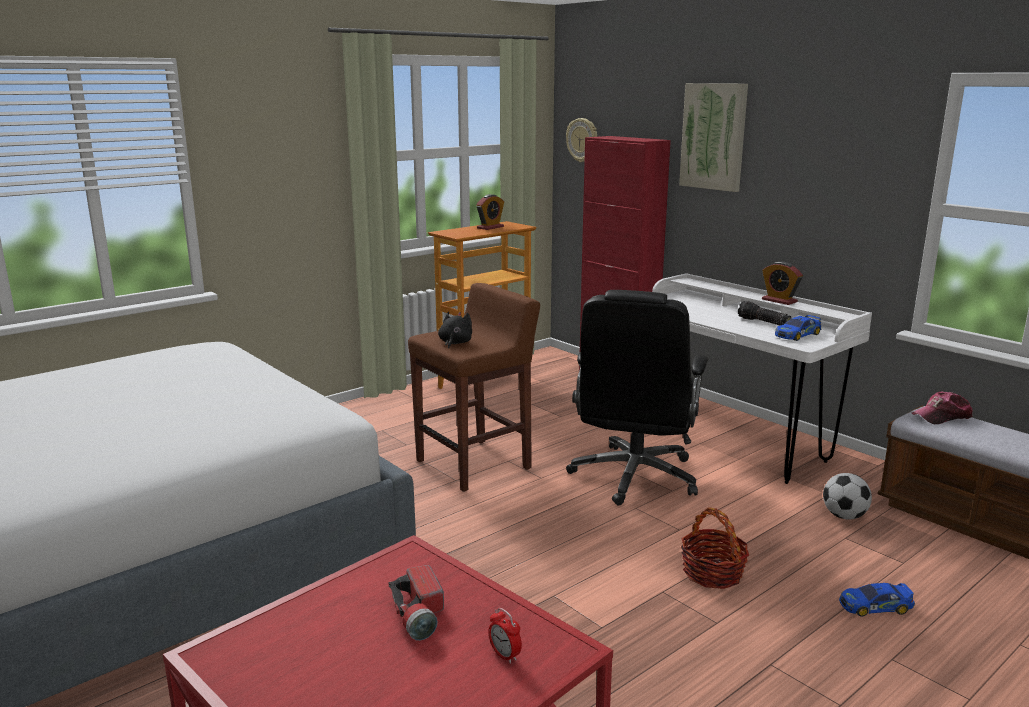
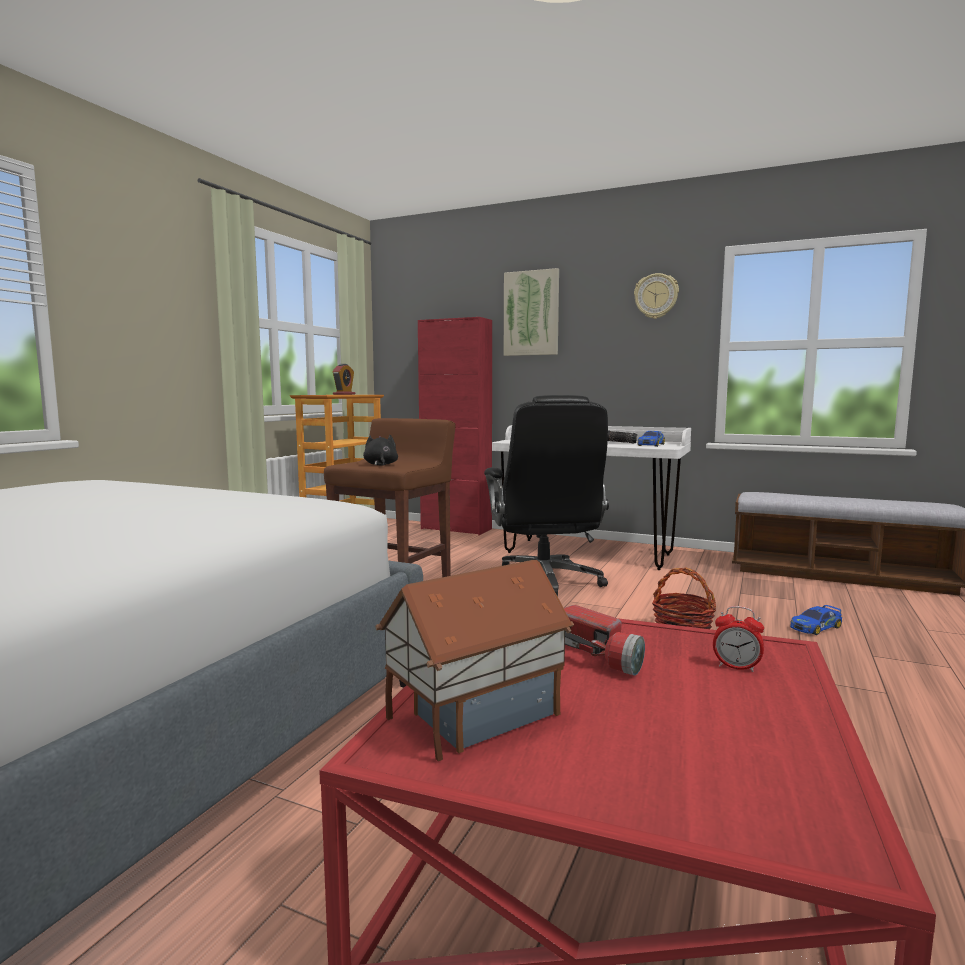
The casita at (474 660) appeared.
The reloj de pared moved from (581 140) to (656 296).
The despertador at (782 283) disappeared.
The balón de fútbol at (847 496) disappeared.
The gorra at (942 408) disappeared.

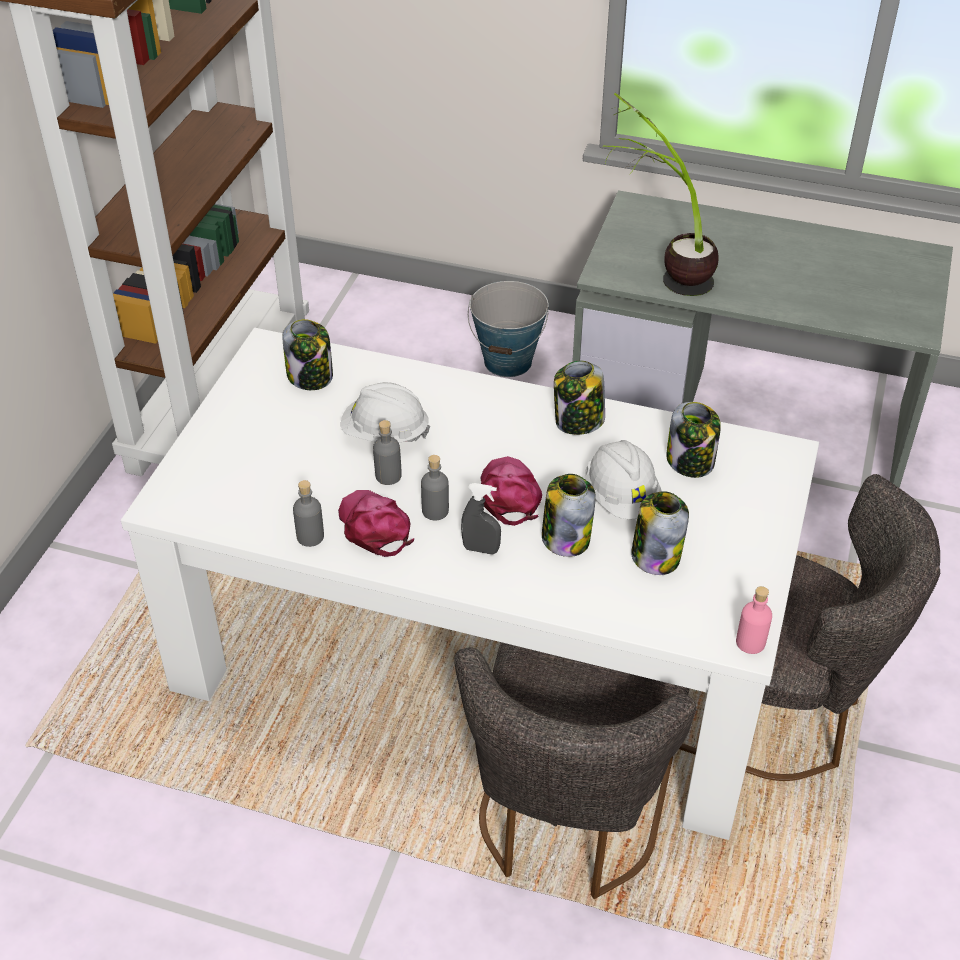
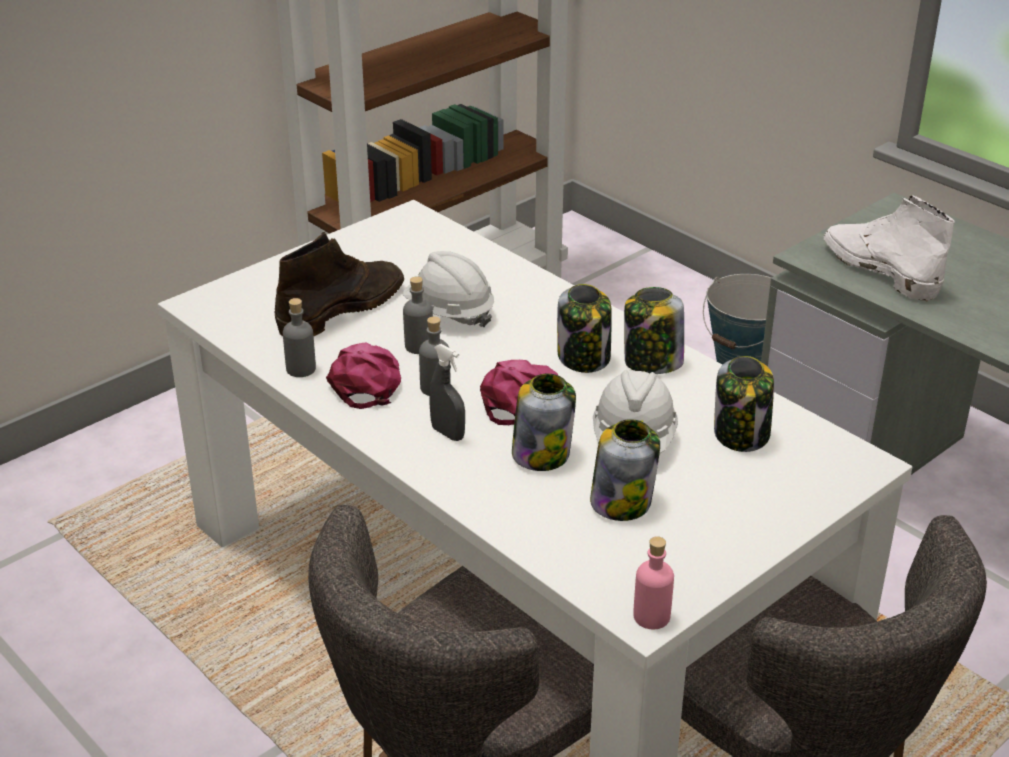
The bota [marrón] at (339 284) appeared.
The tarro moved from (308 354) to (584 328).
The planta en maceta at (661 194) was replaced by the bota [blanco] at (889 249).

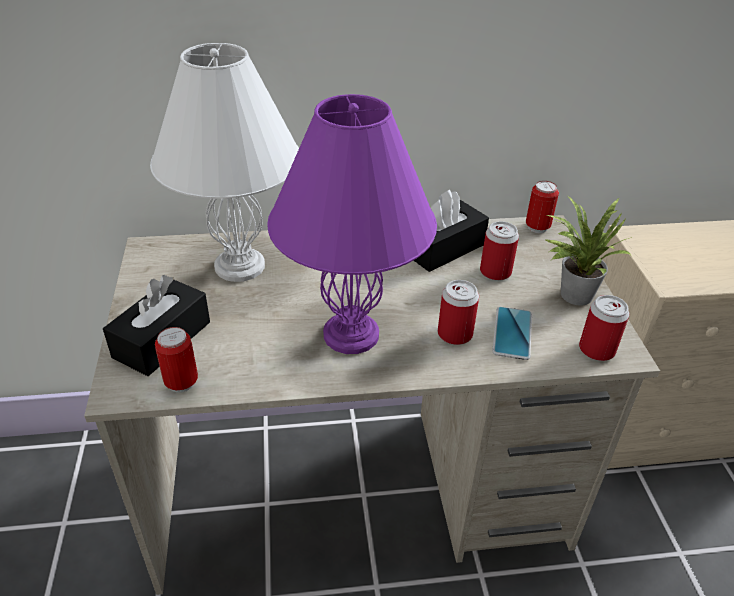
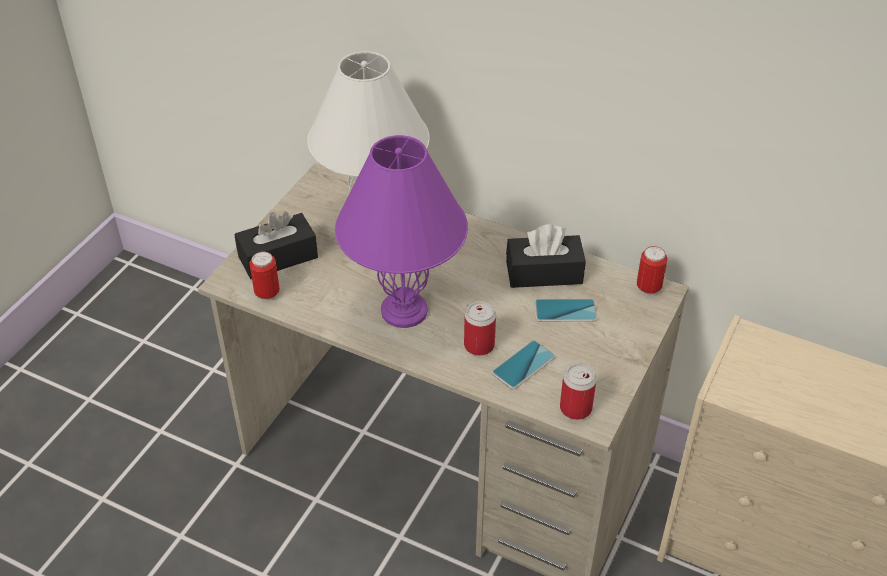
The lata at (499 251) was replaced by the móvil at (566 310).
The planta en maceta at (589 251) disappeared.

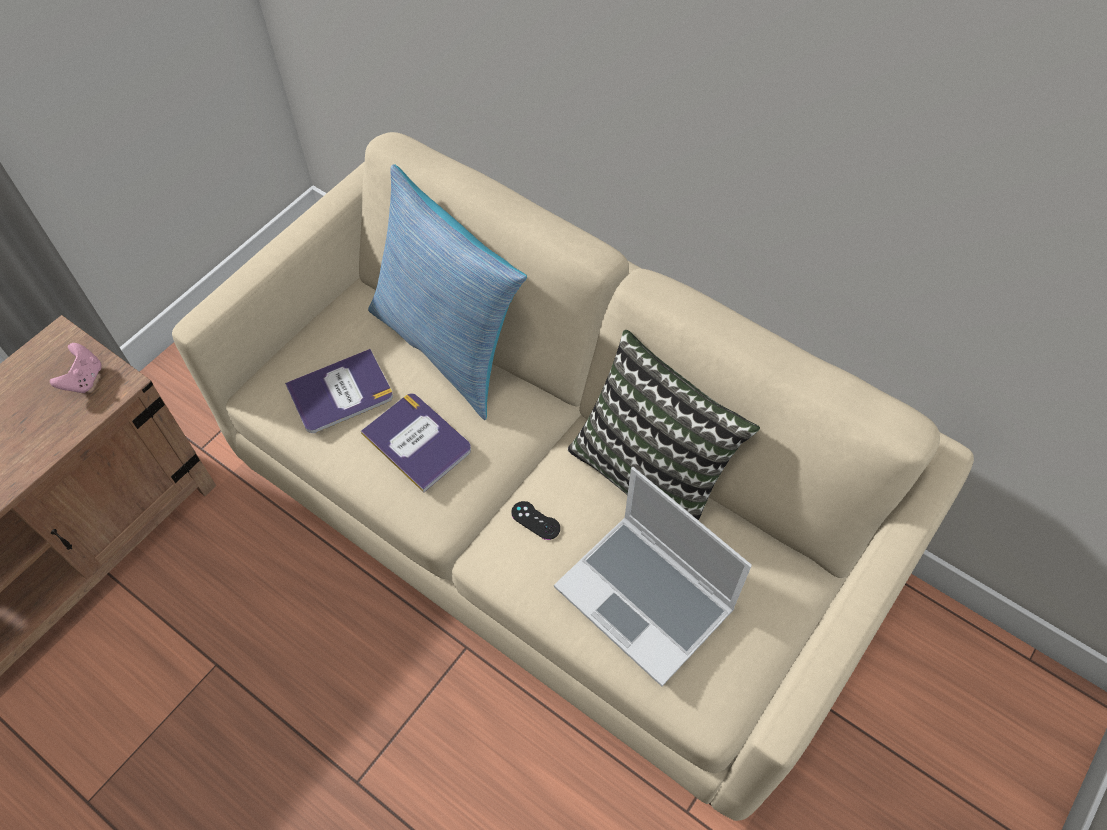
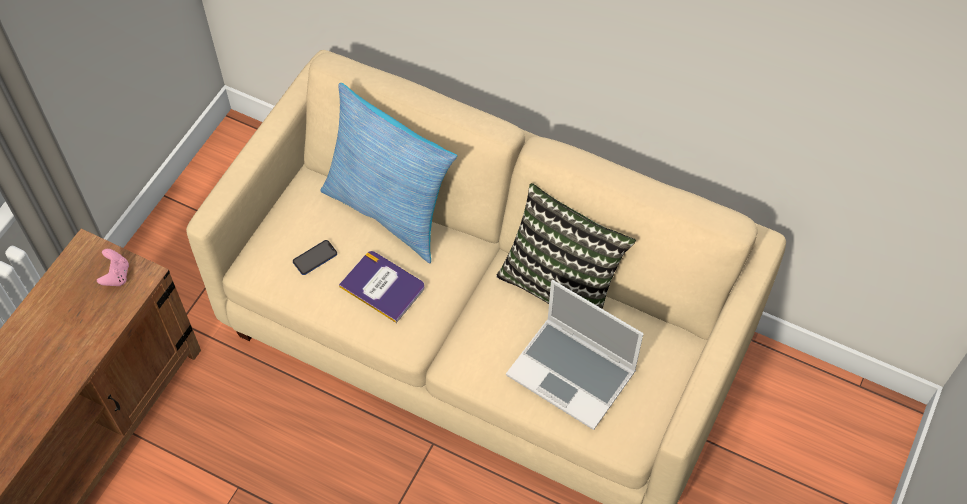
The libro at (339 391) was replaced by the móvil at (315 257).
The mando de consola [negro] at (535 520) disappeared.

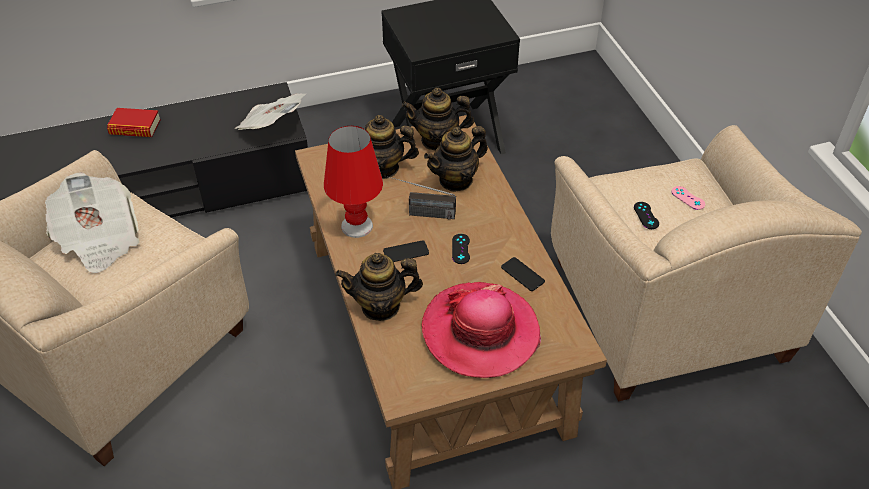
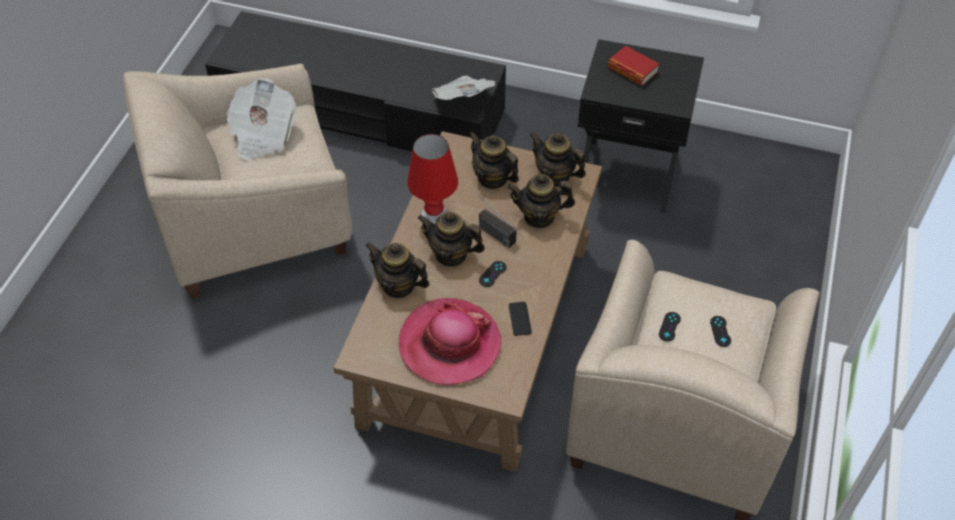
The móvil at (406 251) was replaced by the tetera at (451 239).
The libro moved from (134 122) to (633 66).
The mando de consola [rosa] at (688 198) became the mando de consola [negro] at (720 331).

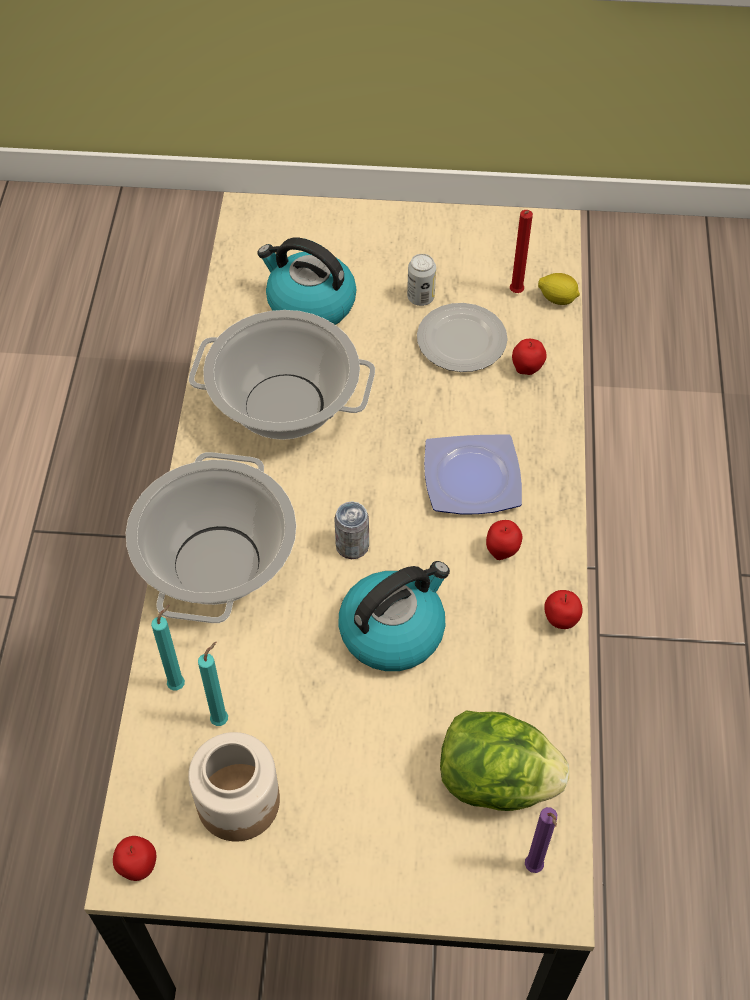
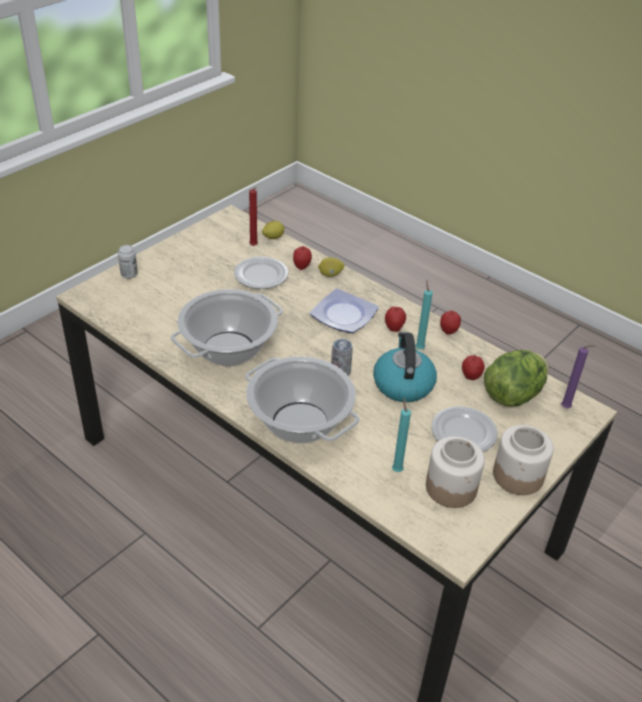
The lata moved from (421 280) to (128 262).
The limón at (331 267) appeared.
The vela [turquesa] moved from (168 647) to (424 314).
The plato at (464 429) appeared.
The manzana moved from (134 858) to (473 367).
The tarro at (523 460) appeared.
The hervidor at (307 281) disappeared.

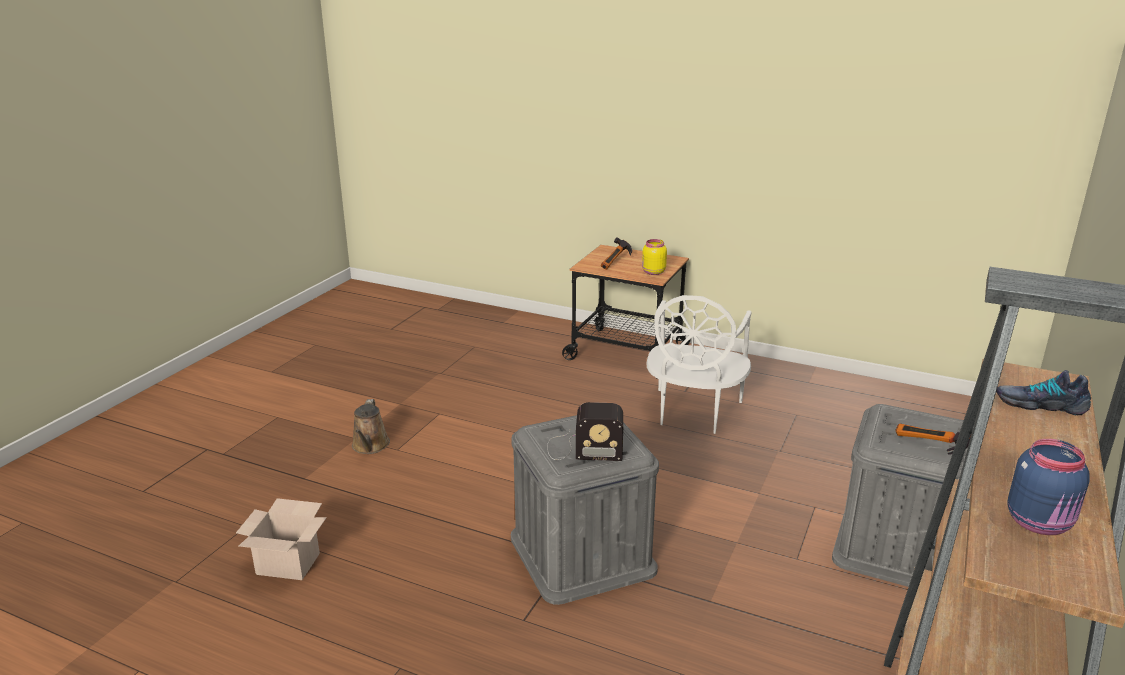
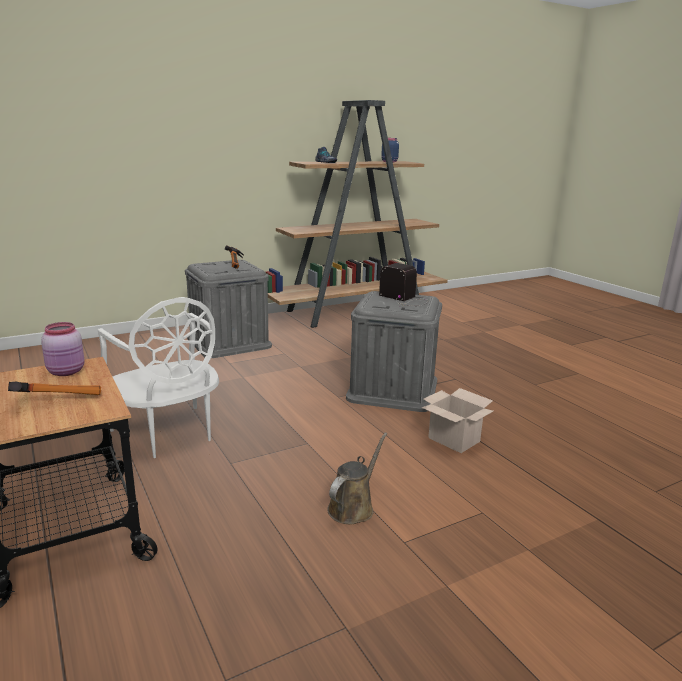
The tarro [amarillo] at (654 257) became the tarro [rosa] at (62 349).
The silla [blanco] at (699 364) turned 90 degrees clockwise.
The regadera [marrón] moved from (371 426) to (357 478).
The caja de cartón moved from (281 539) to (457 420).

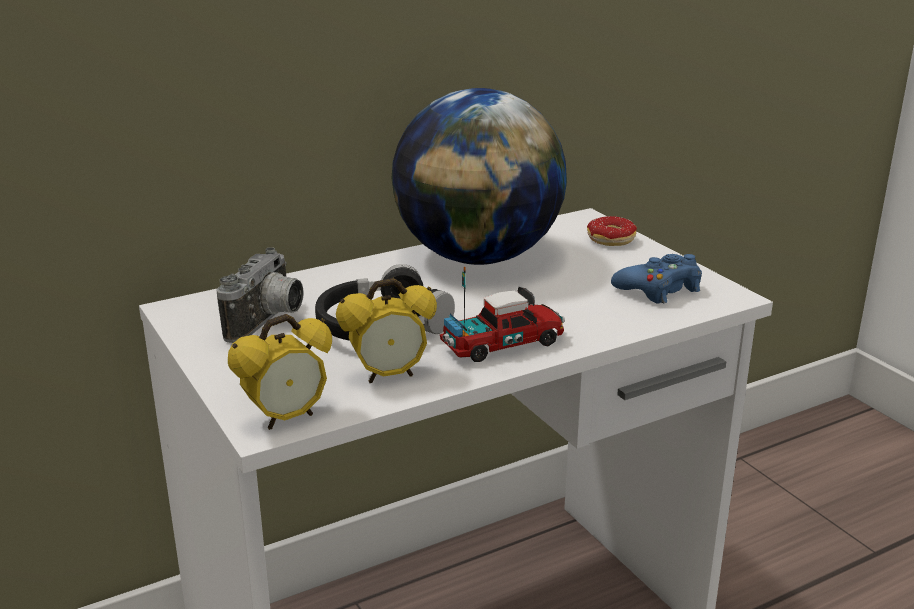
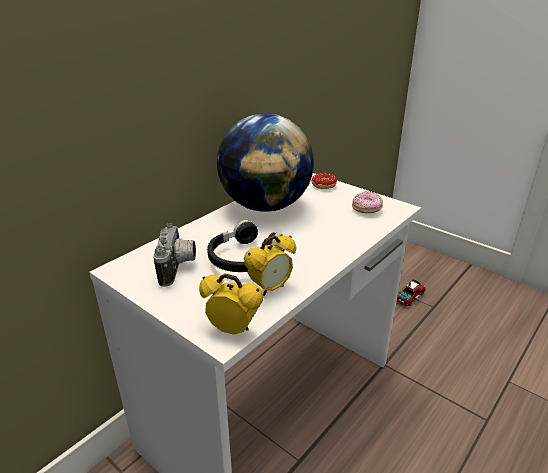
The despertador at (280 372) turned 105 degrees counterclockwise.
The mando de consola [azul] at (656 279) was replaced by the rosquilla at (367 202).
The camión de juguete moved from (502 314) to (411 292).

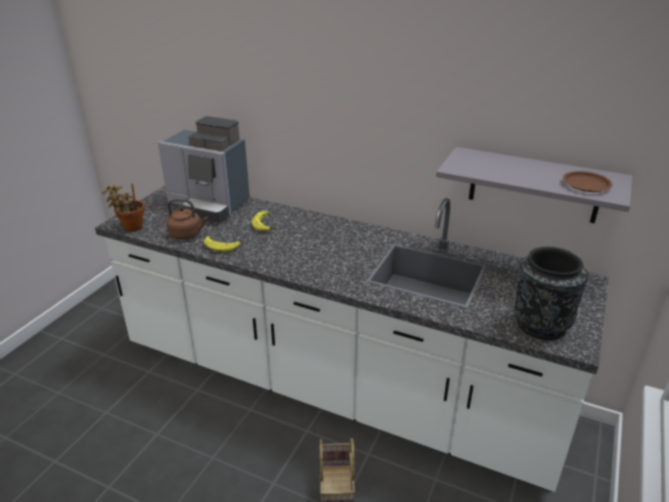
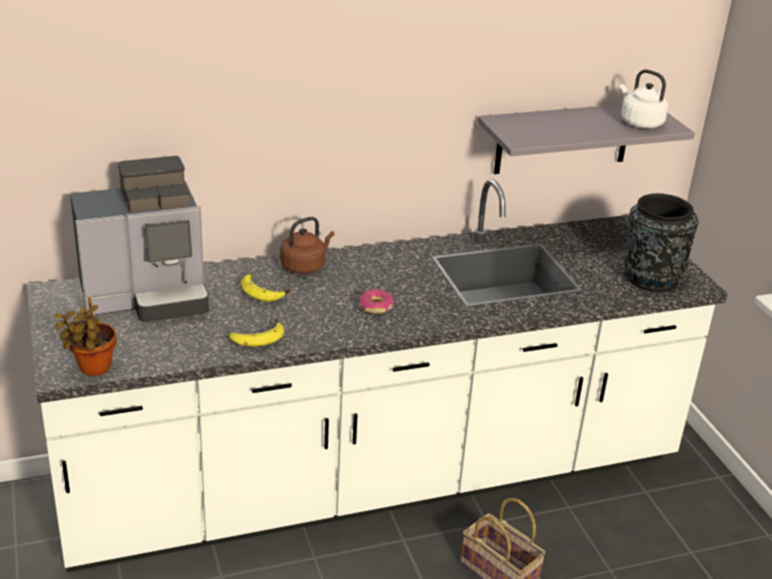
The hervidor [marrón] moved from (187 219) to (307 245).
The rosquilla at (376 301) appeared.
The plato [marrón] at (588 181) was replaced by the hervidor [blanco] at (644 99).

